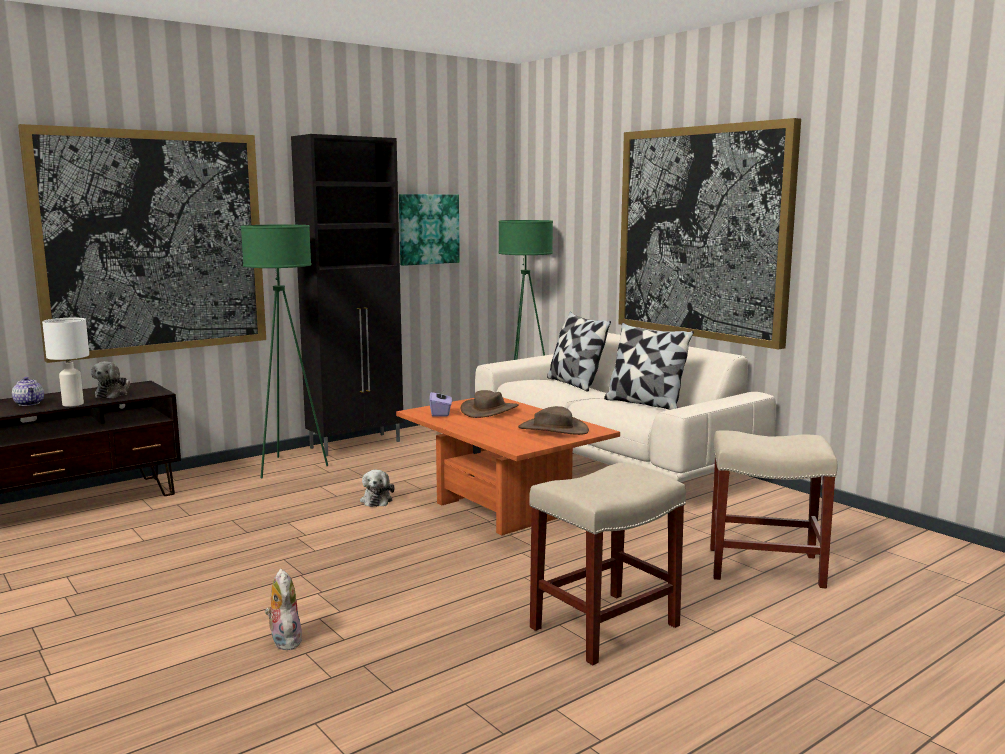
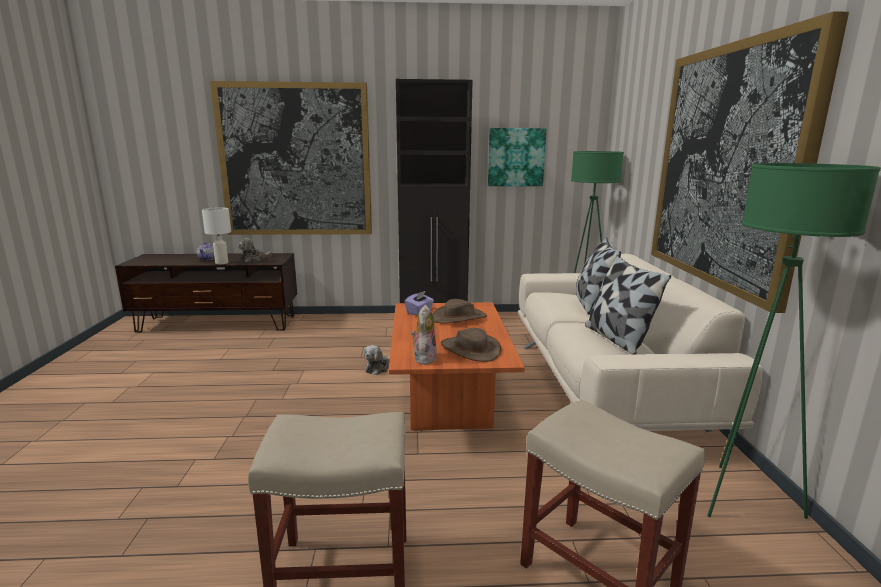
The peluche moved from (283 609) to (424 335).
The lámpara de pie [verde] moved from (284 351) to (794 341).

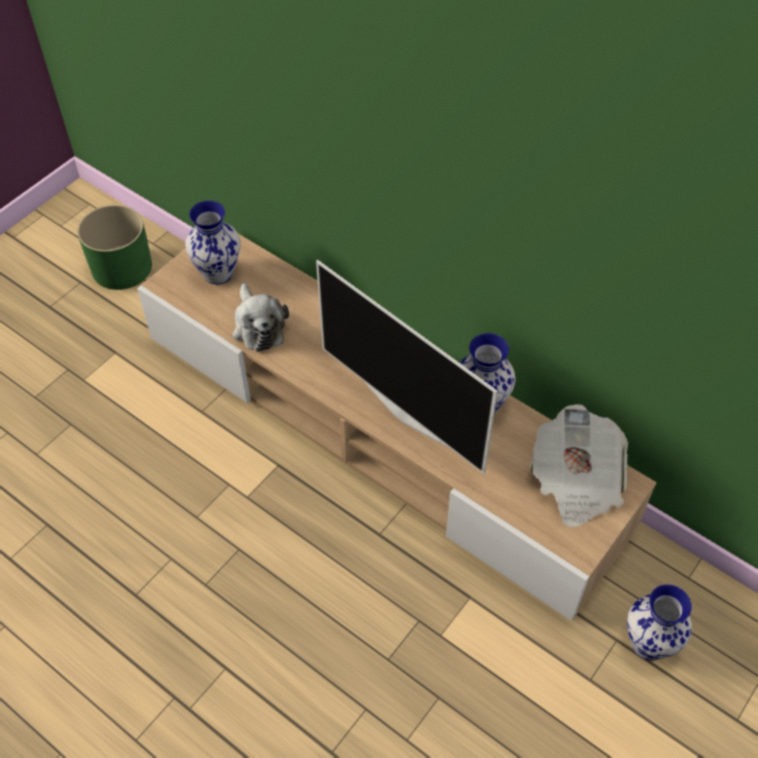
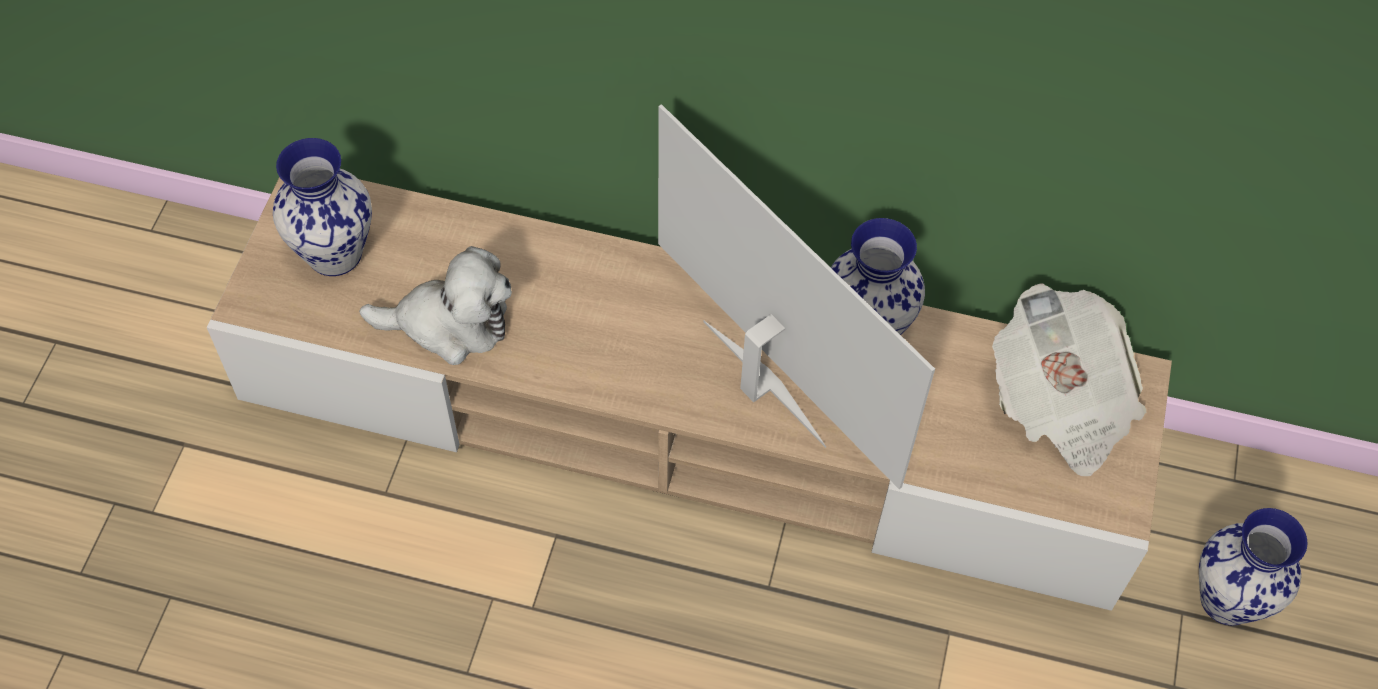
The peluche at (260 317) turned 45 degrees counterclockwise.
The televisor at (407 367) turned 150 degrees counterclockwise.
The maceta [verde] at (114 247) disappeared.

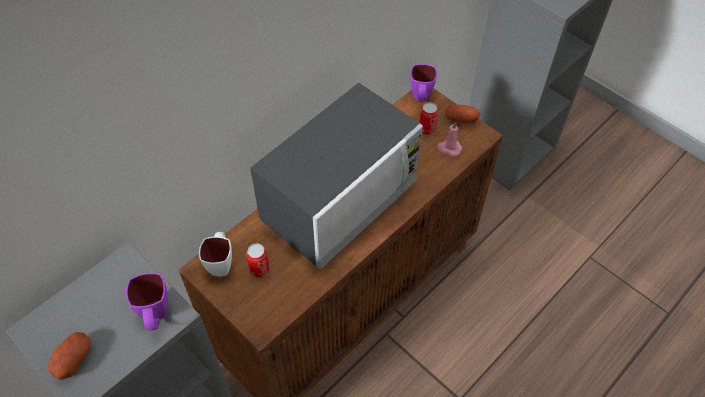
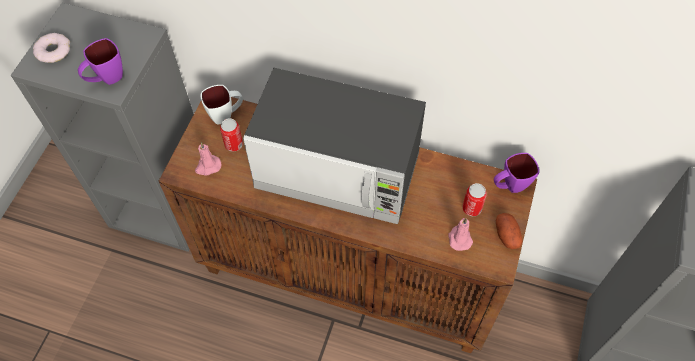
The patata at (69 356) was replaced by the rosquilla at (51 48).
The vela [rosa] at (208 159) appeared.

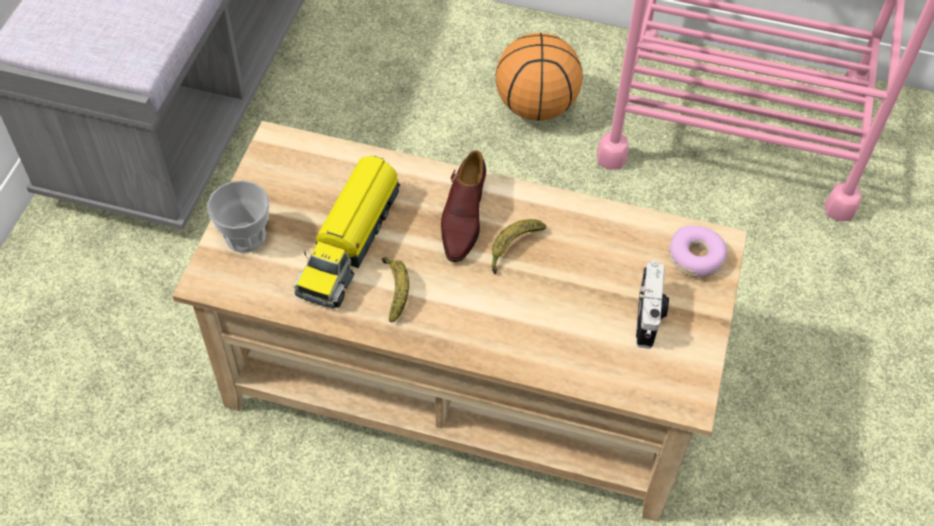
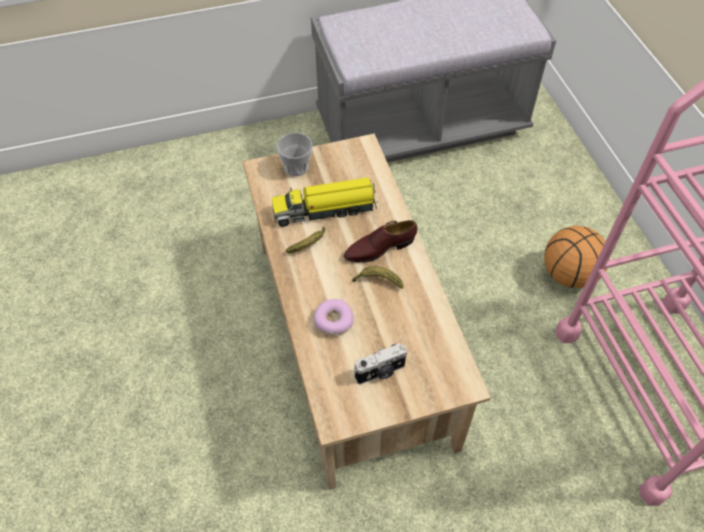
The rosquilla moved from (698 251) to (334 317).

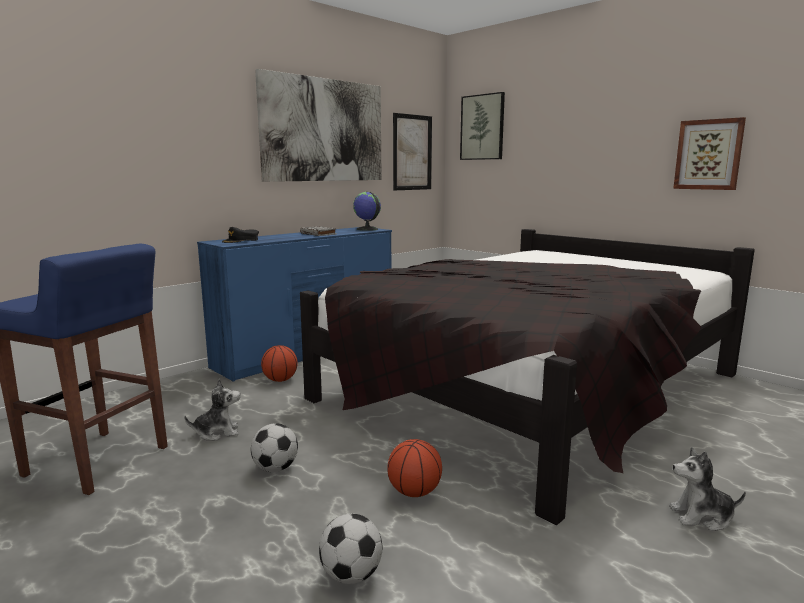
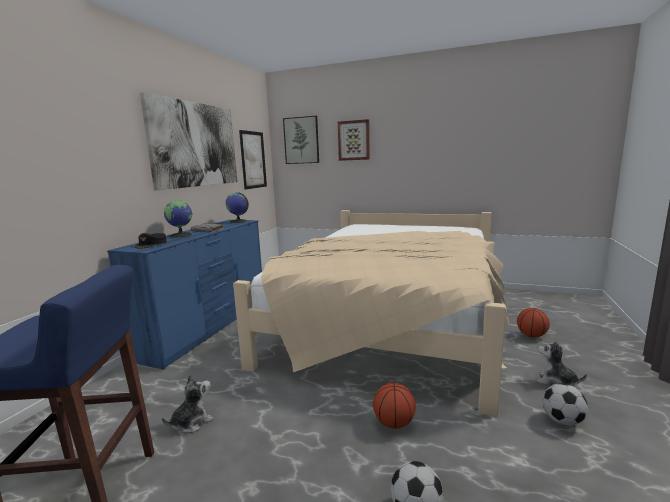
The globo terráqueo at (178 219) appeared.
The cama [negro] at (527 377) became the cama [beis] at (371 313).
The cuadro moved from (709 153) to (354 140).
The balón de baloncesto moved from (279 363) to (533 323).
The peluche at (707 489) turned 60 degrees clockwise.
The balón de fútbol moved from (274 447) to (565 404).

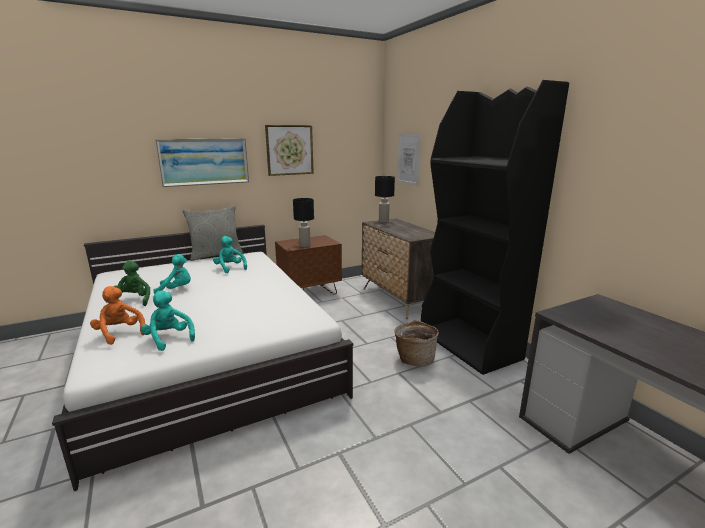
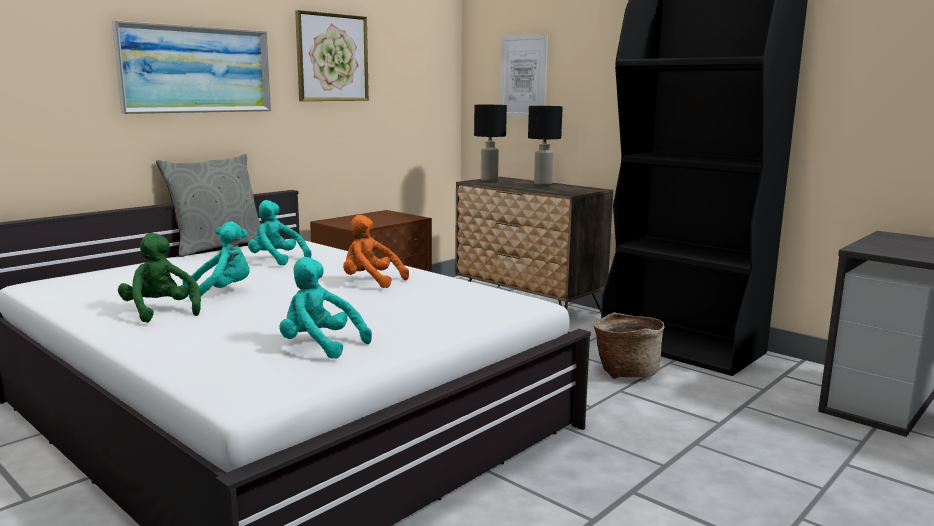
The peluche [naranja] moved from (117 315) to (376 251).
The lámpara de mesa [negro] moved from (303 222) to (545 145).

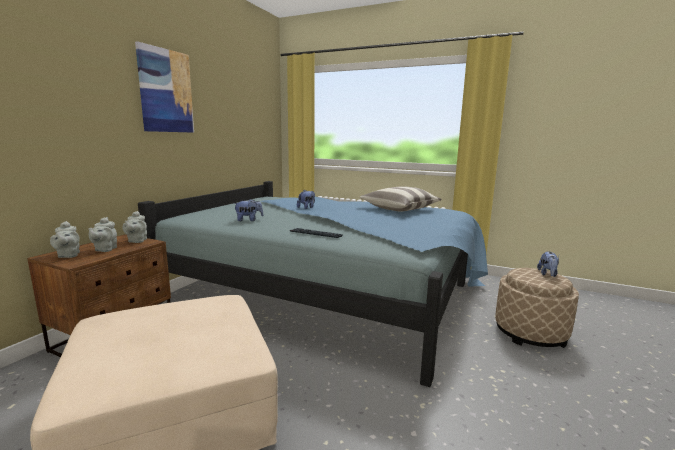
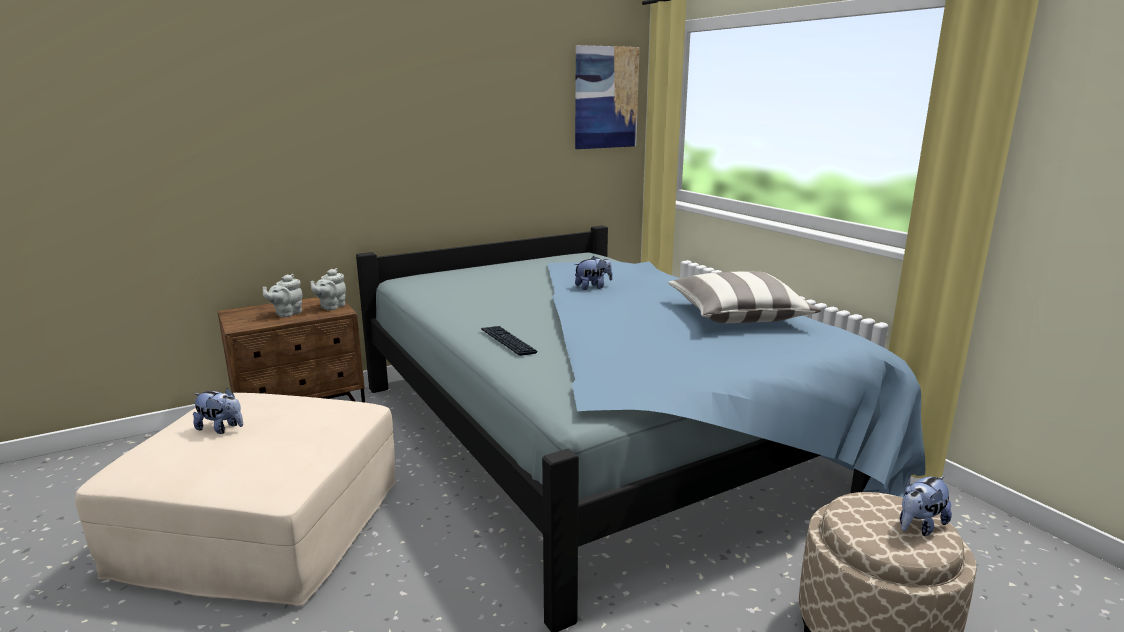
The peluche moved from (248 210) to (218 411).
The cuadro moved from (164 87) to (607 97).
The tetera [gris] at (65 239) disappeared.

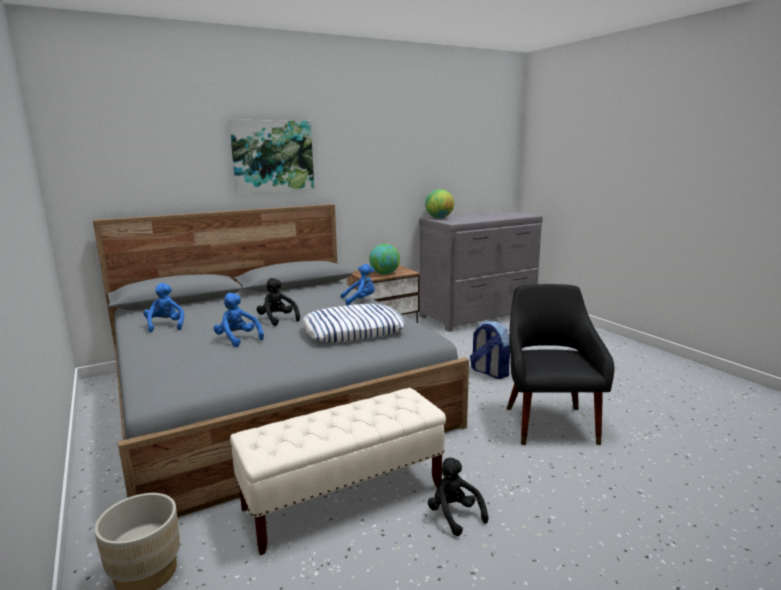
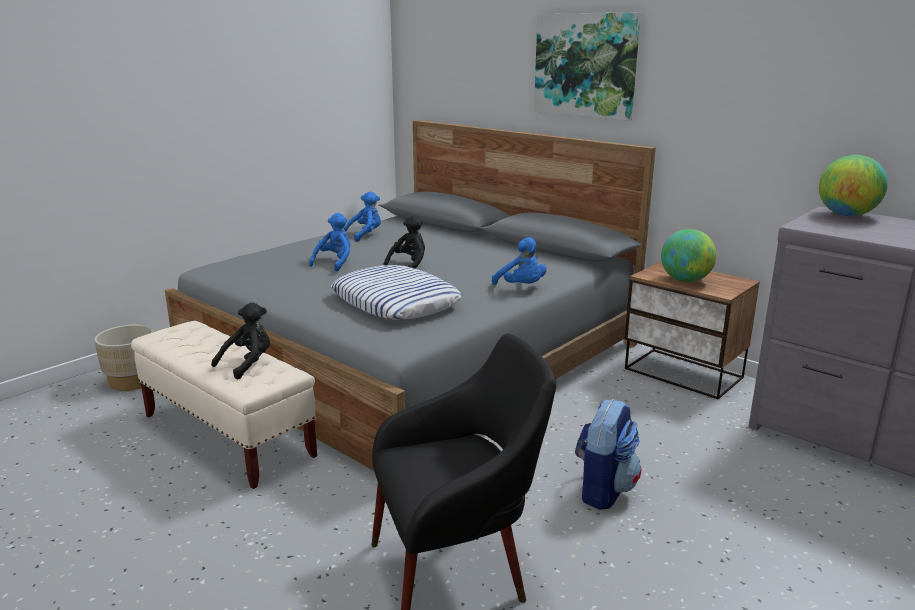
The peluche [negro] moved from (458 497) to (240 341).

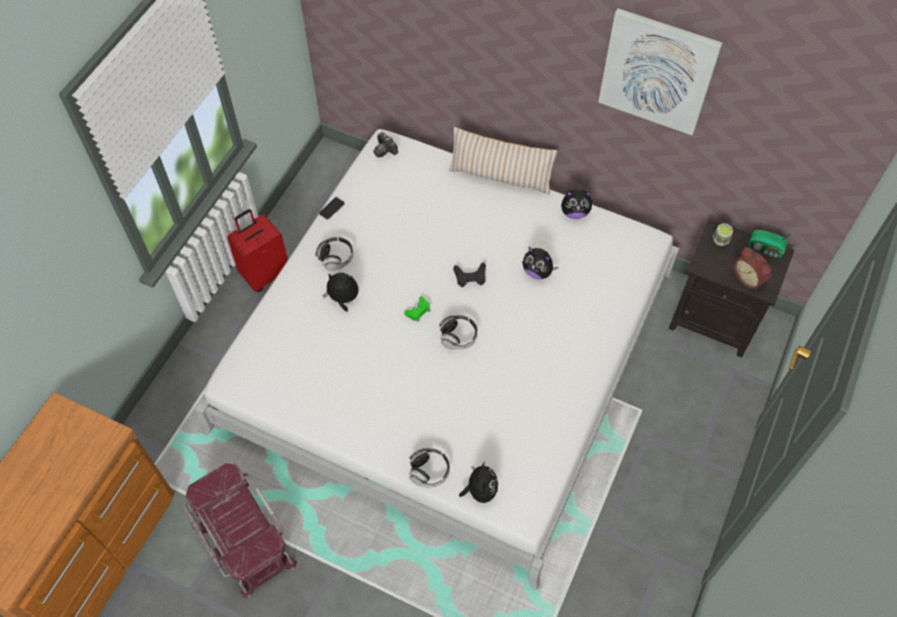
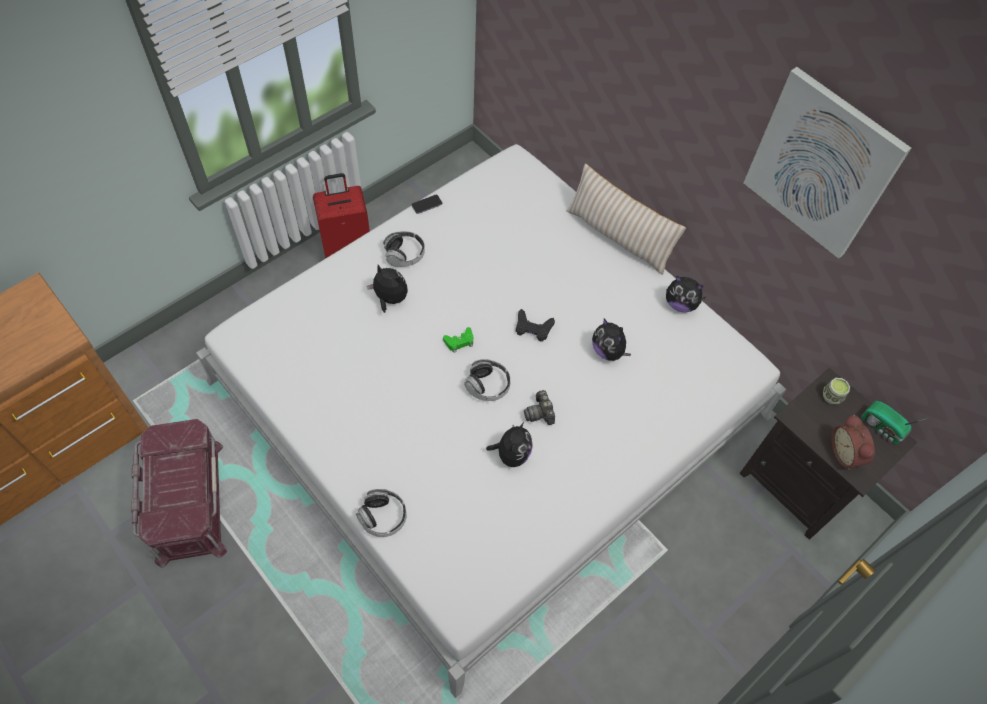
The peluche moved from (478 482) to (509 444).
The cámara moved from (385 145) to (539 407).

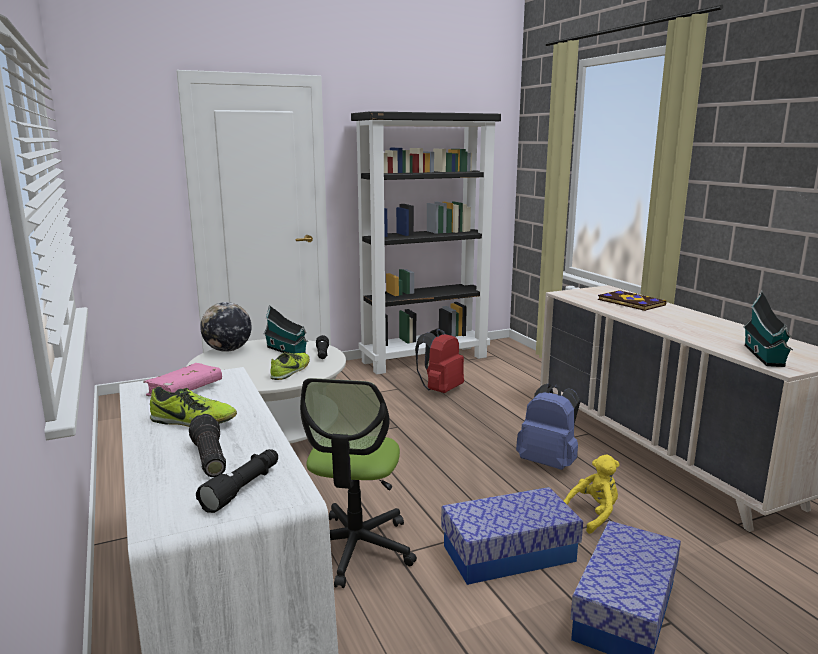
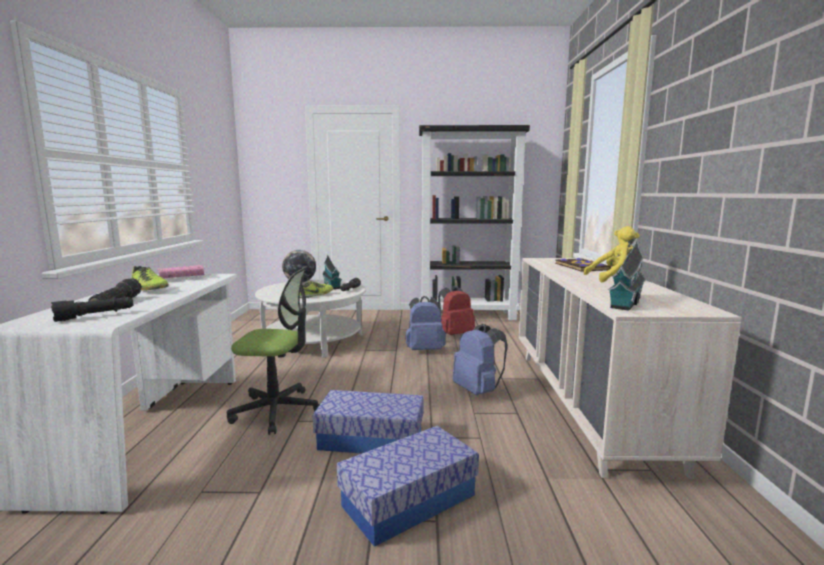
The silla de oficina at (358 483) turned 120 degrees counterclockwise.
The mochila [azul] at (426 323) appeared.
The peluche [amarillo] moved from (592 494) to (611 254).

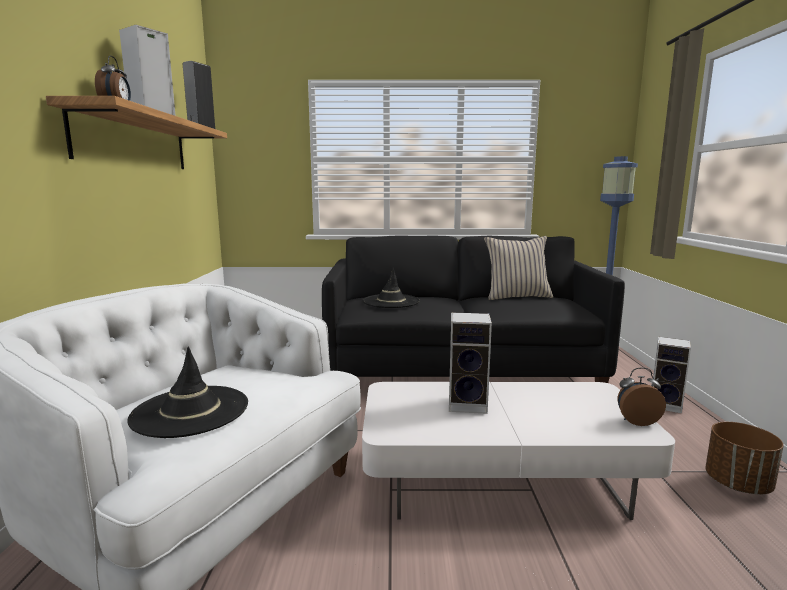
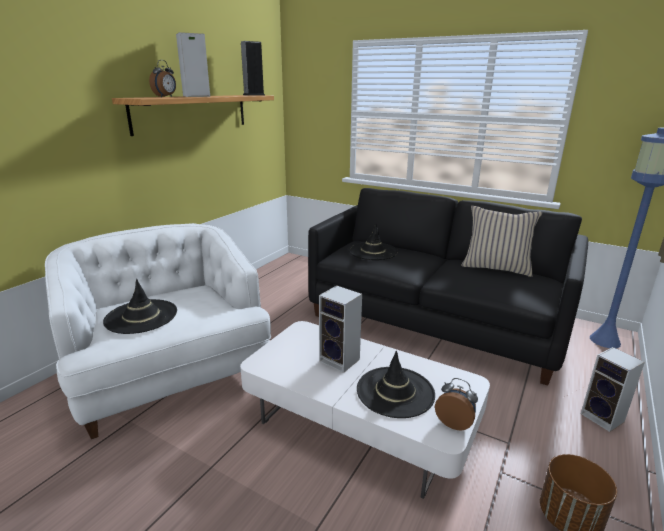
The sombrero [negro] at (396 384) appeared.

